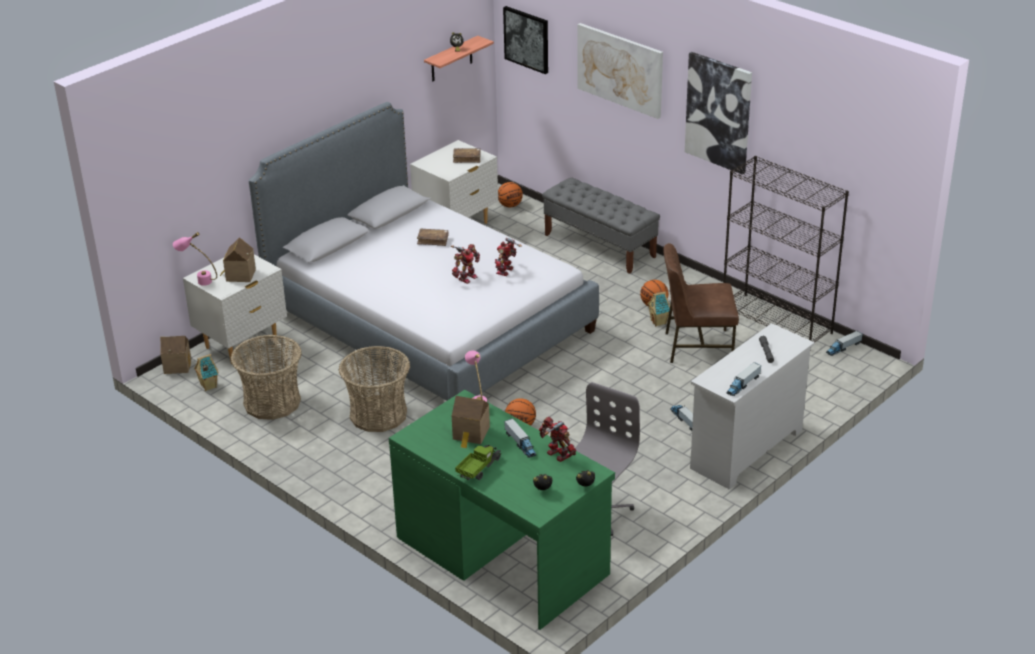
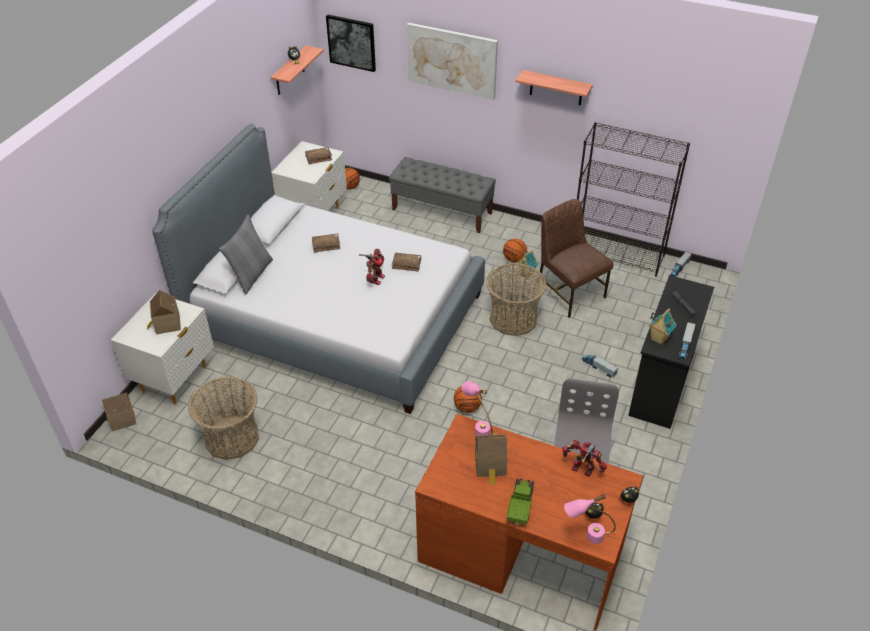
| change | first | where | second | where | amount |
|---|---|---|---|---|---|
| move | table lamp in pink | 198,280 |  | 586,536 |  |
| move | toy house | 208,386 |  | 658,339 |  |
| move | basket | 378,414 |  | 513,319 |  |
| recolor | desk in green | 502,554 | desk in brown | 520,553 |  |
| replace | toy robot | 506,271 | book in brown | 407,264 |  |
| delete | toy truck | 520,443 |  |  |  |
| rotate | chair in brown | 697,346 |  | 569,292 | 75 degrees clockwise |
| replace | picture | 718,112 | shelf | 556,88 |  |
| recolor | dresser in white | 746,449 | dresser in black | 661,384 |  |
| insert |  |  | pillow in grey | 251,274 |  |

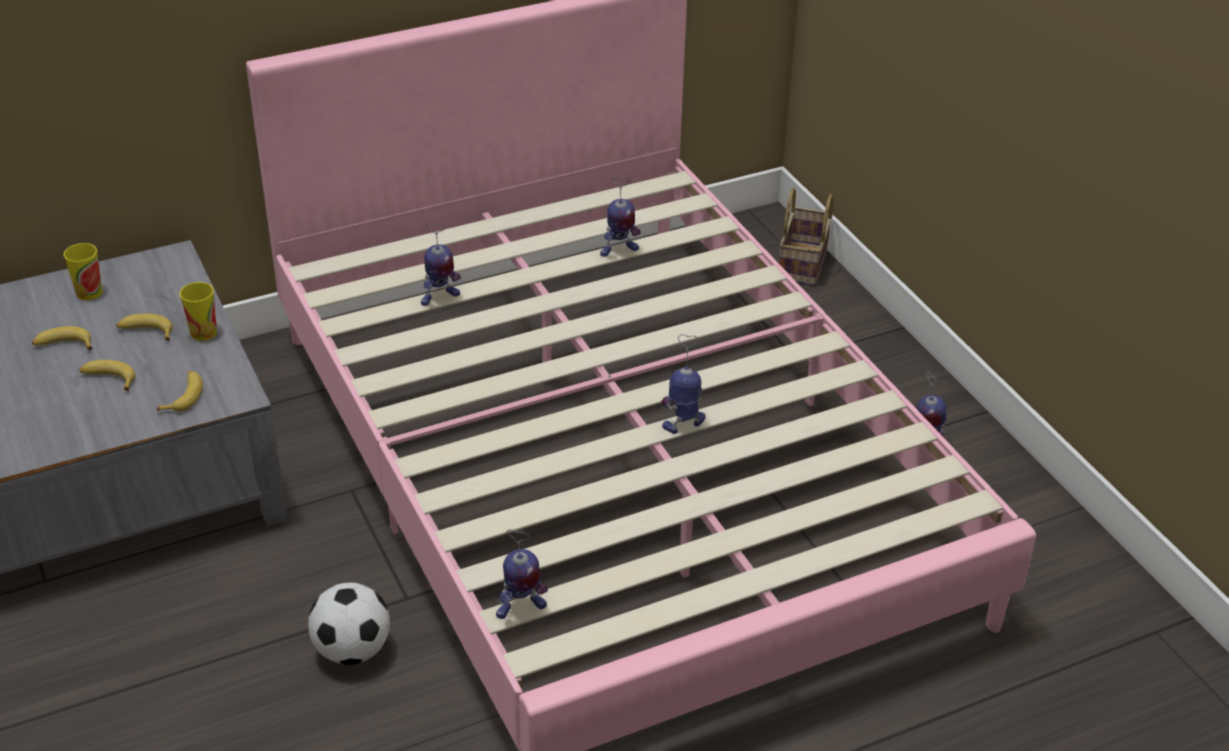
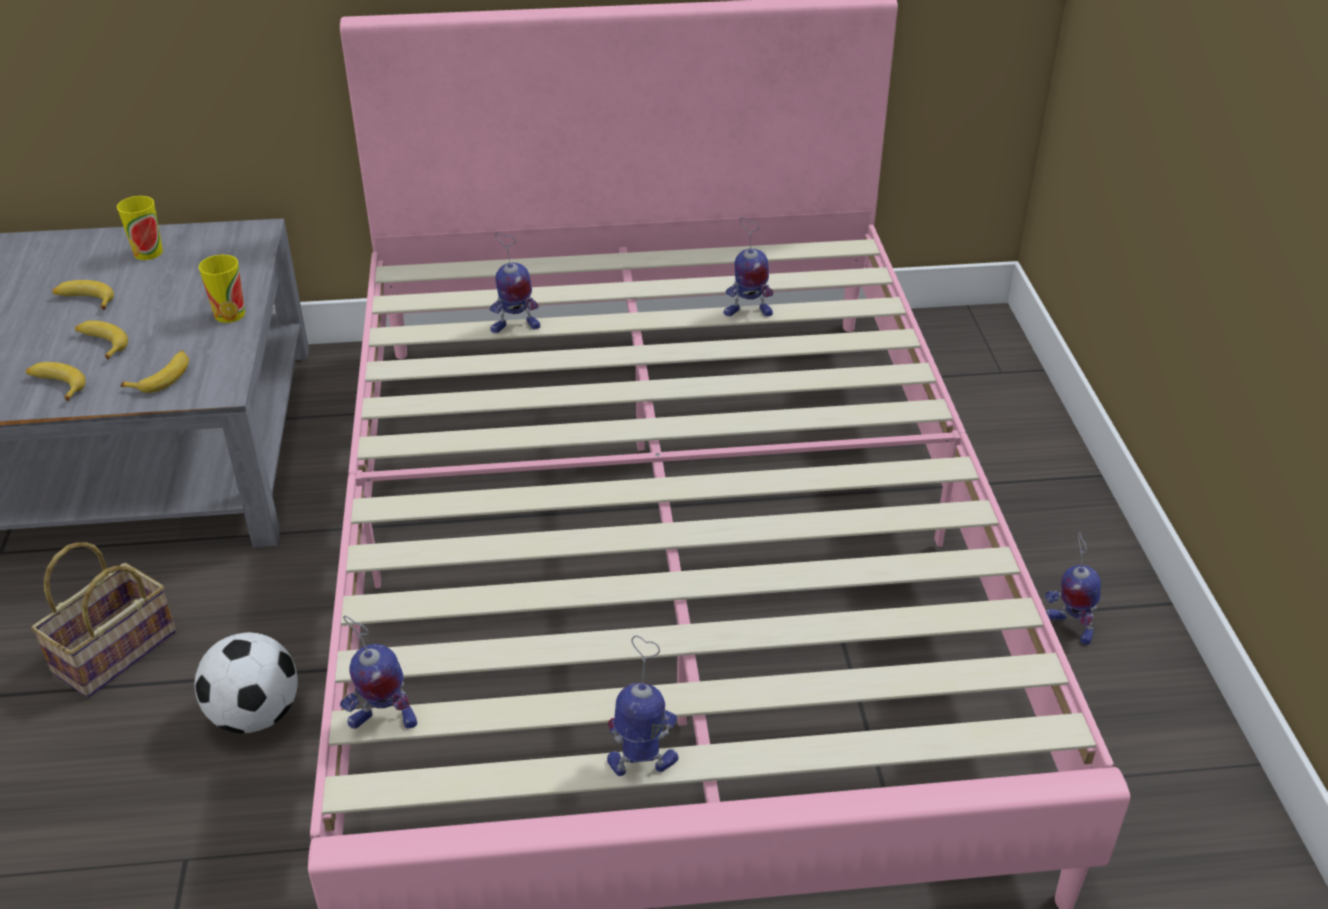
| change | first | where | second | where | amount |
|---|---|---|---|---|---|
| move | banana | 146,332 |  | 56,385 |  |
| move | toy robot | 685,424 |  | 643,762 |  |
| move | basket | 804,265 |  | 114,655 |  |

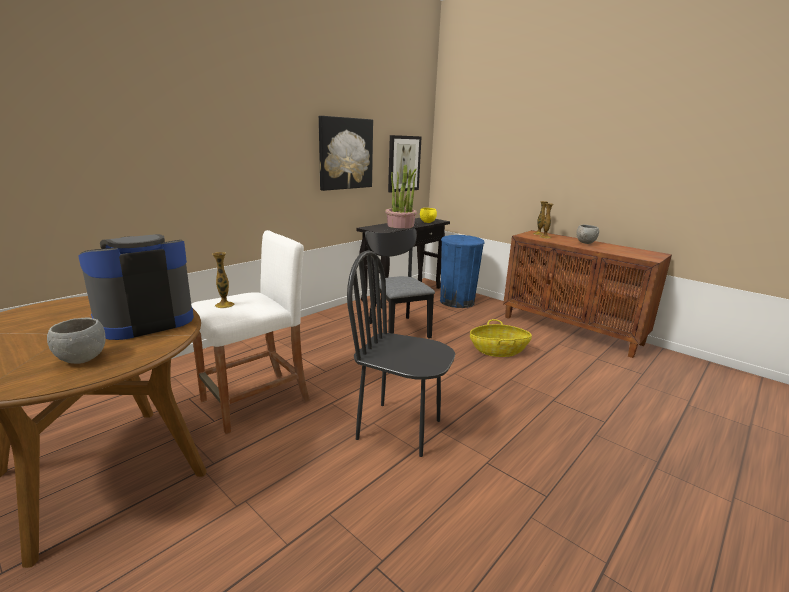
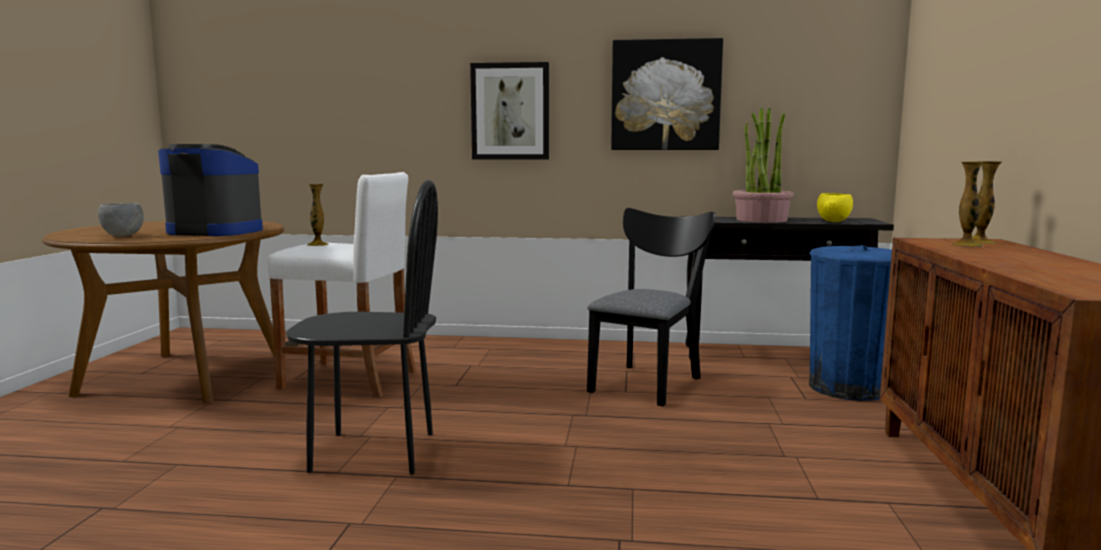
| change | first | where | second | where | amount |
|---|---|---|---|---|---|
| rotate | chair in black | 399,428 |  | 373,452 | 105 degrees clockwise |
| move | picture | 403,163 |  | 510,111 |  |
| delete | basket | 498,351 |  |  |  |
| delete | bowl in grey | 585,243 |  |  |  |

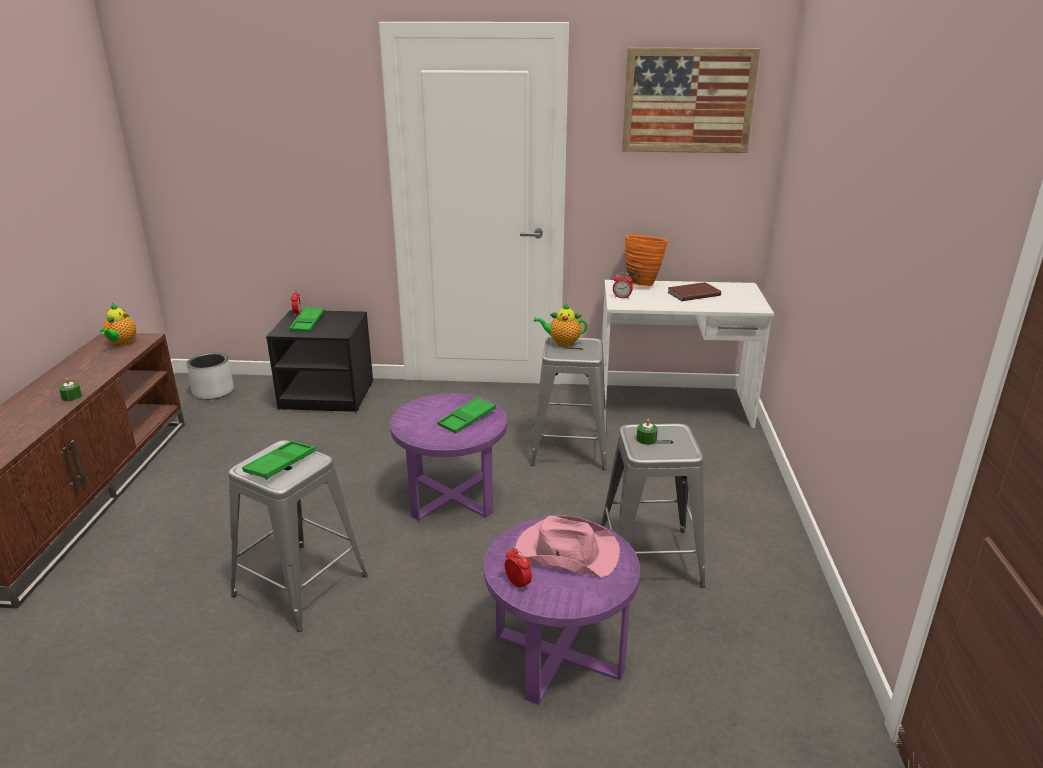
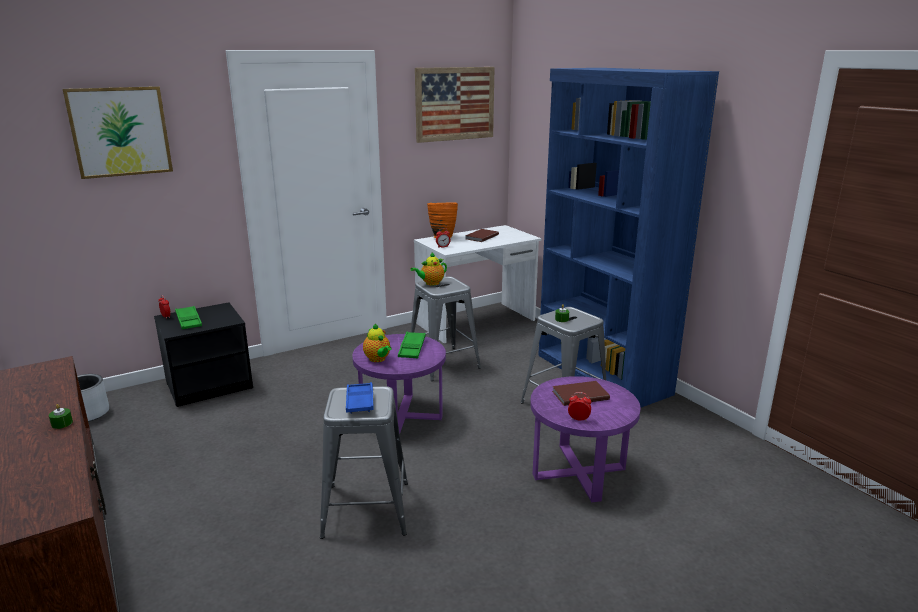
| change | first | where | second | where | amount |
|---|---|---|---|---|---|
| move | teapot | 121,343 |  | 378,359 |  |
| recolor | tray in green | 281,464 | tray in blue | 360,401 |  |
| replace | hat in pink | 566,551 | book in brown | 579,395 |  |
| insert |  |  | picture | 120,131 |  |
| insert |  |  | bookcase in blue | 601,374 |  |

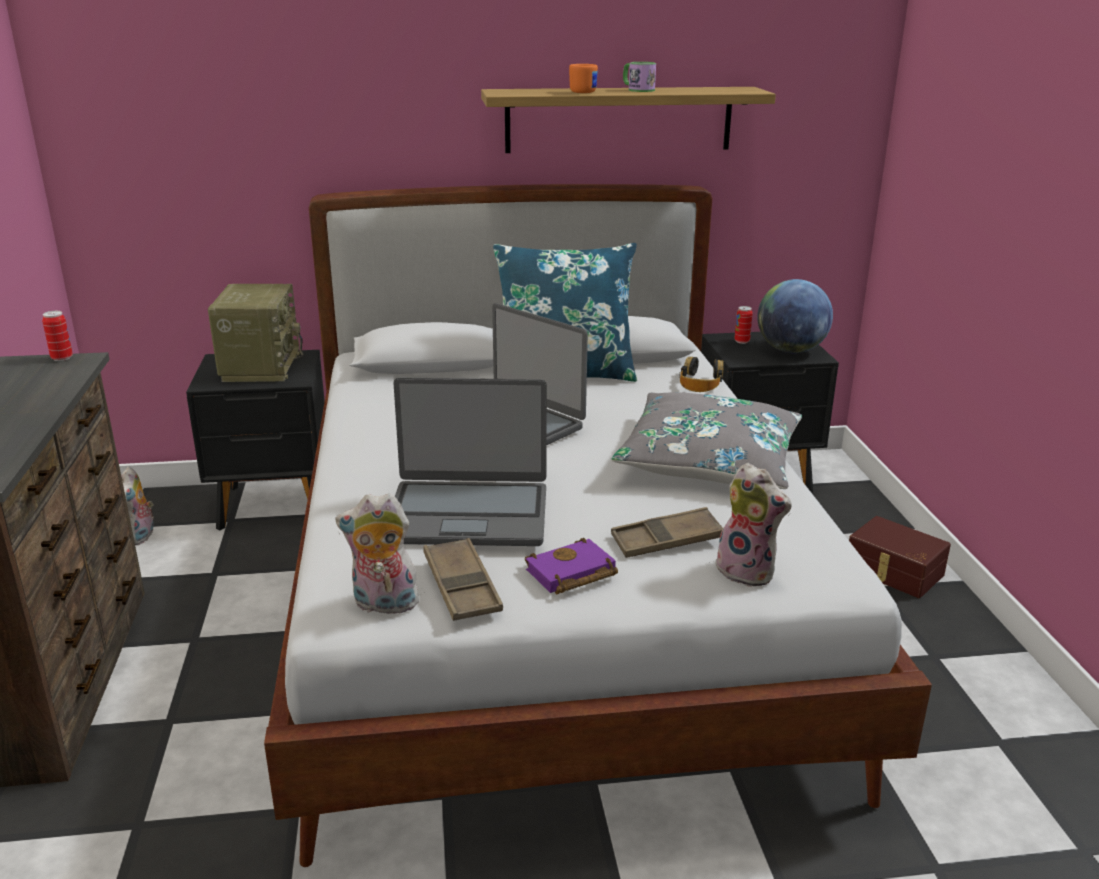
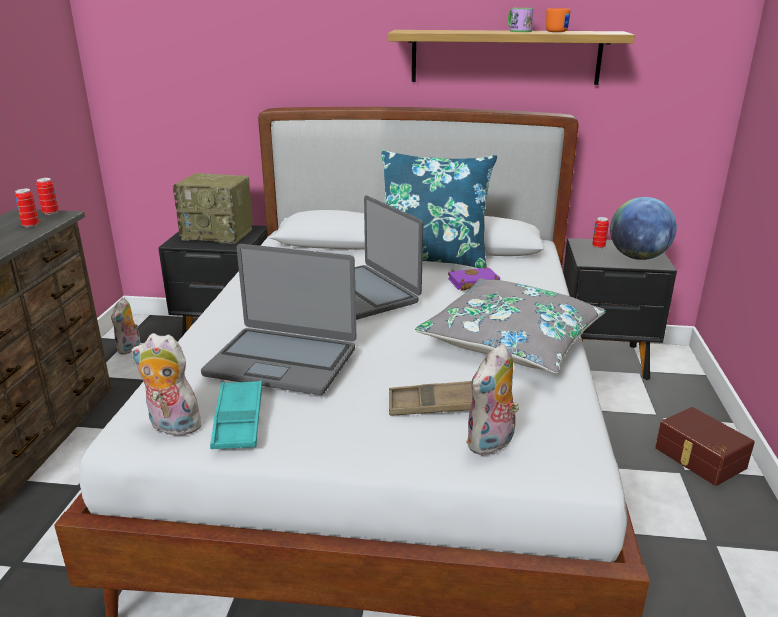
| change | first | where | second | where | amount |
|---|---|---|---|---|---|
| rotate | radio | 260,366 |  | 219,234 | 90 degrees clockwise |
| recolor | tray in brown | 462,586 | tray in turquoise | 238,420 |  |
| move | book in purple | 570,574 |  | 473,283 |  |
| move | mug in orange | 584,92 |  | 557,32 |  |
| delete | headphones | 700,382 |  |  |  |
| rotate | plush toy | 748,571 |  | 491,444 | 75 degrees clockwise |
| insert |  |  | can | 30,225 |  |

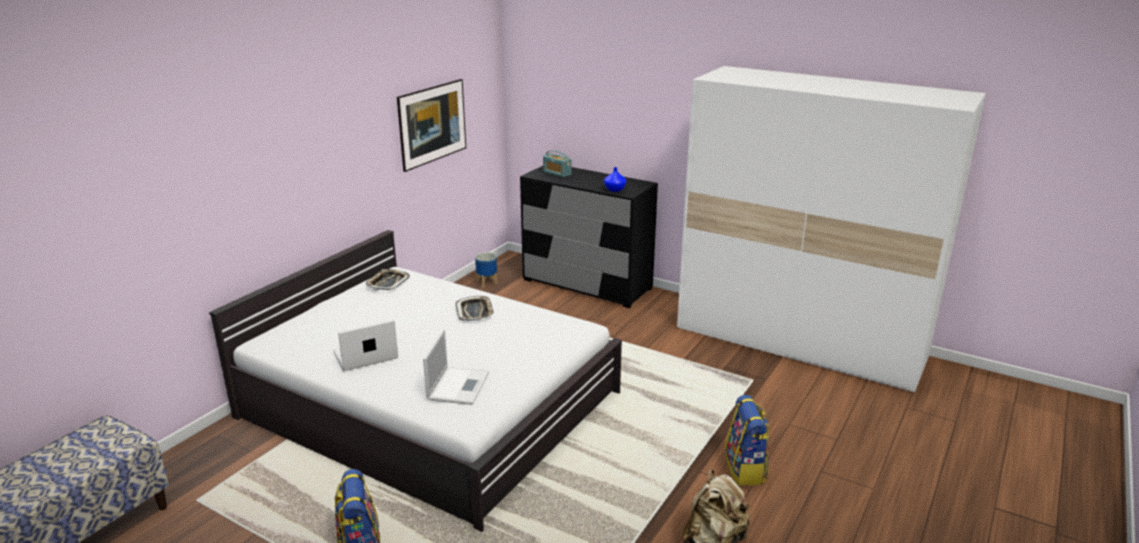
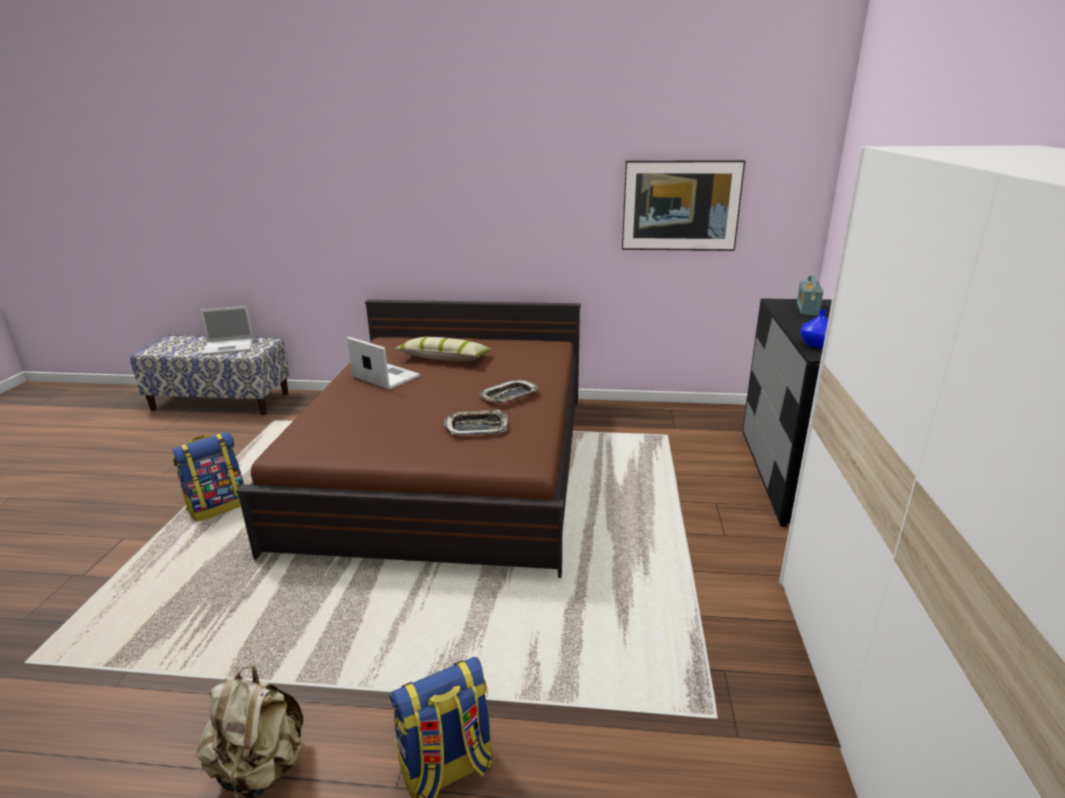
| change | first | where | second | where | amount |
|---|---|---|---|---|---|
| recolor | bed in white | 430,404 | bed in brown | 449,464 |  |
| move | tray | 388,283 |  | 477,427 |  |
| move | laptop | 458,385 |  | 230,347 |  |
| delete | planter | 487,282 |  |  |  |
| insert |  |  | pillow | 444,358 |  |

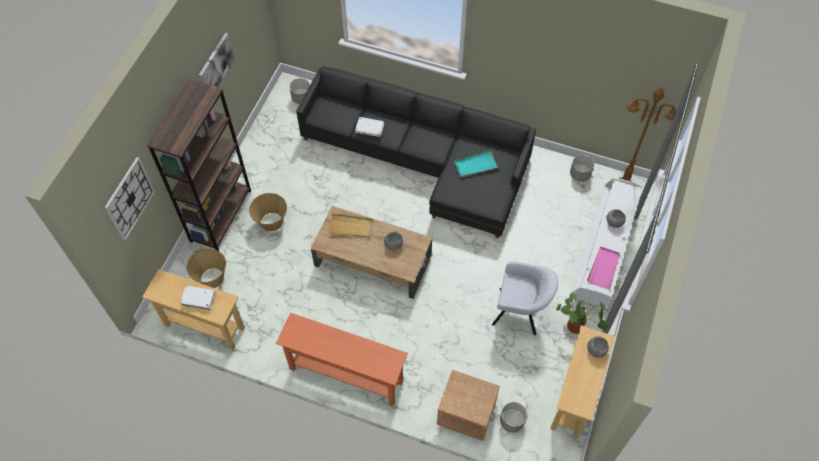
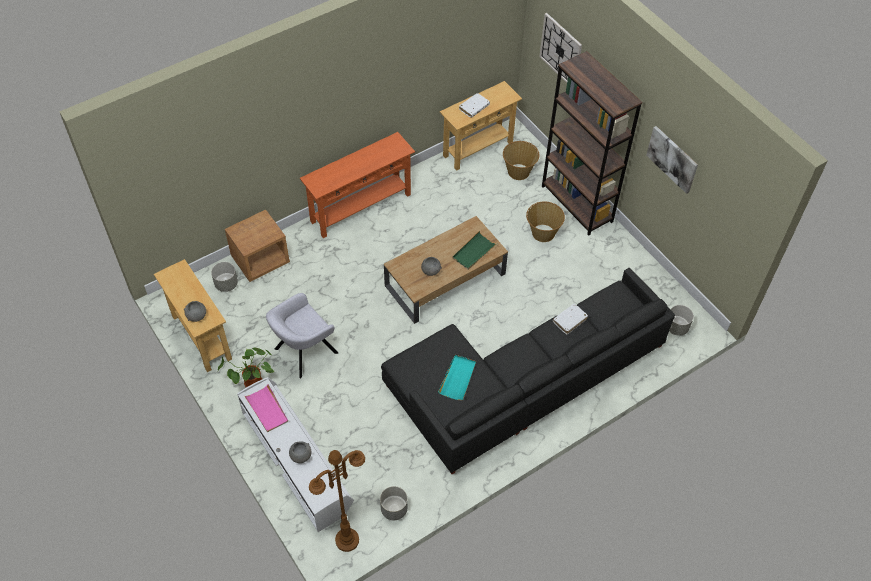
| change | first | where | second | where | amount |
|---|---|---|---|---|---|
| recolor | tray in beige | 351,227 | tray in green | 474,252 |  |

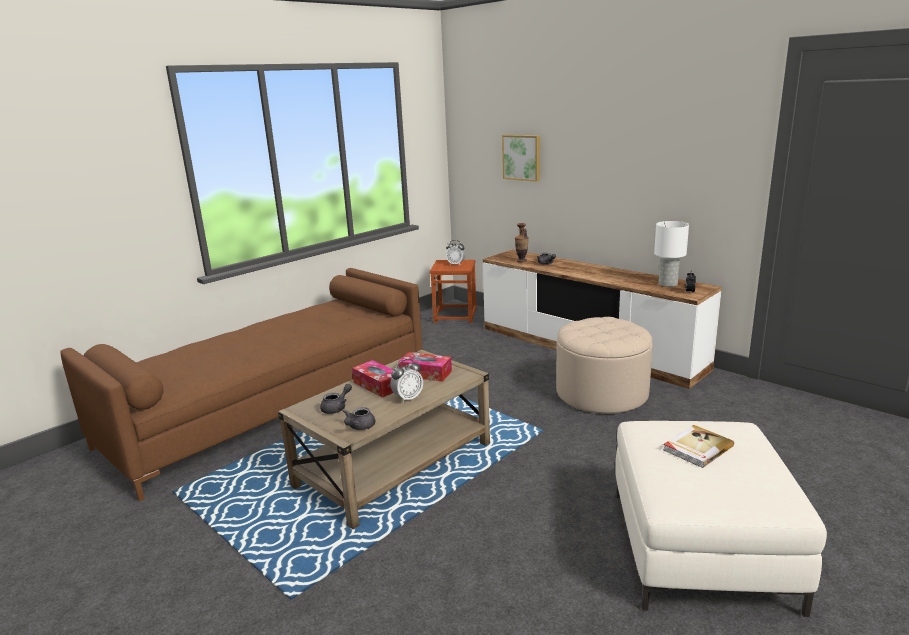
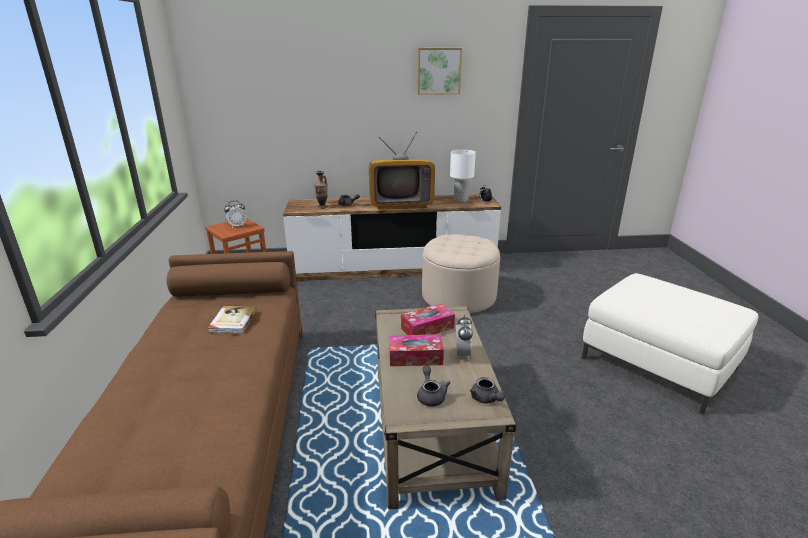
| change | first | where | second | where | amount |
|---|---|---|---|---|---|
| move | picture | 522,157 |  | 438,71 |  |
| move | book | 696,448 |  | 232,321 |  |
| insert |  |  | television | 400,203 |  |

